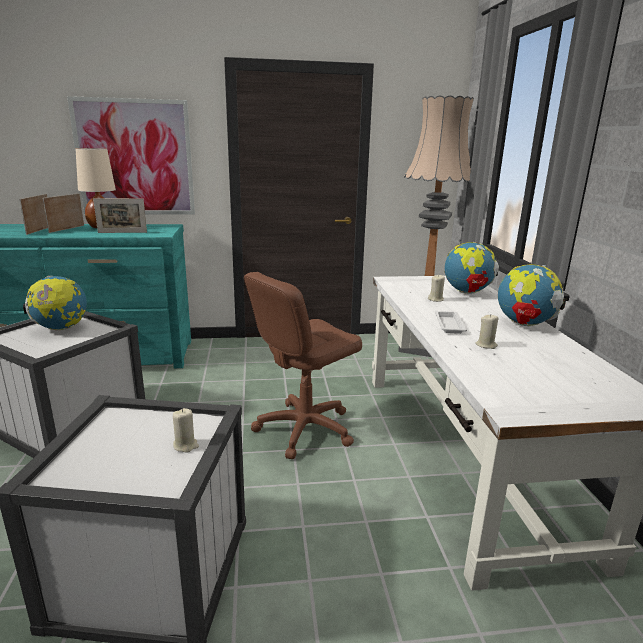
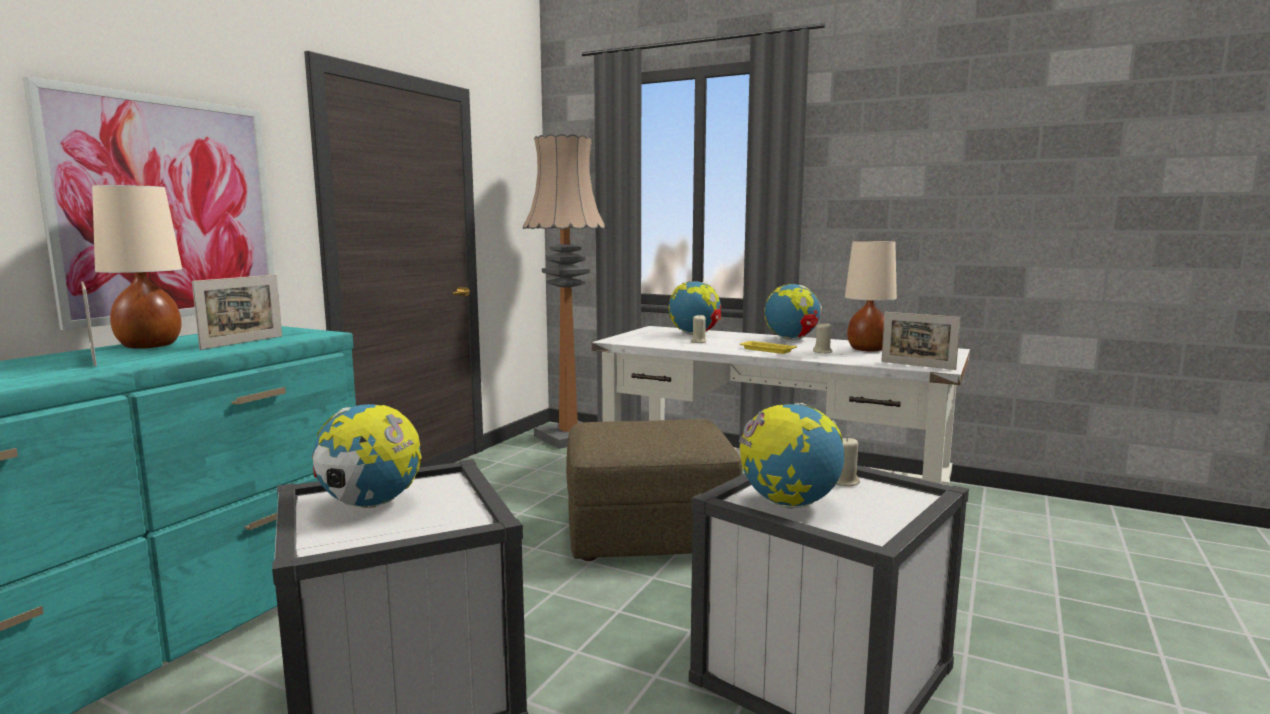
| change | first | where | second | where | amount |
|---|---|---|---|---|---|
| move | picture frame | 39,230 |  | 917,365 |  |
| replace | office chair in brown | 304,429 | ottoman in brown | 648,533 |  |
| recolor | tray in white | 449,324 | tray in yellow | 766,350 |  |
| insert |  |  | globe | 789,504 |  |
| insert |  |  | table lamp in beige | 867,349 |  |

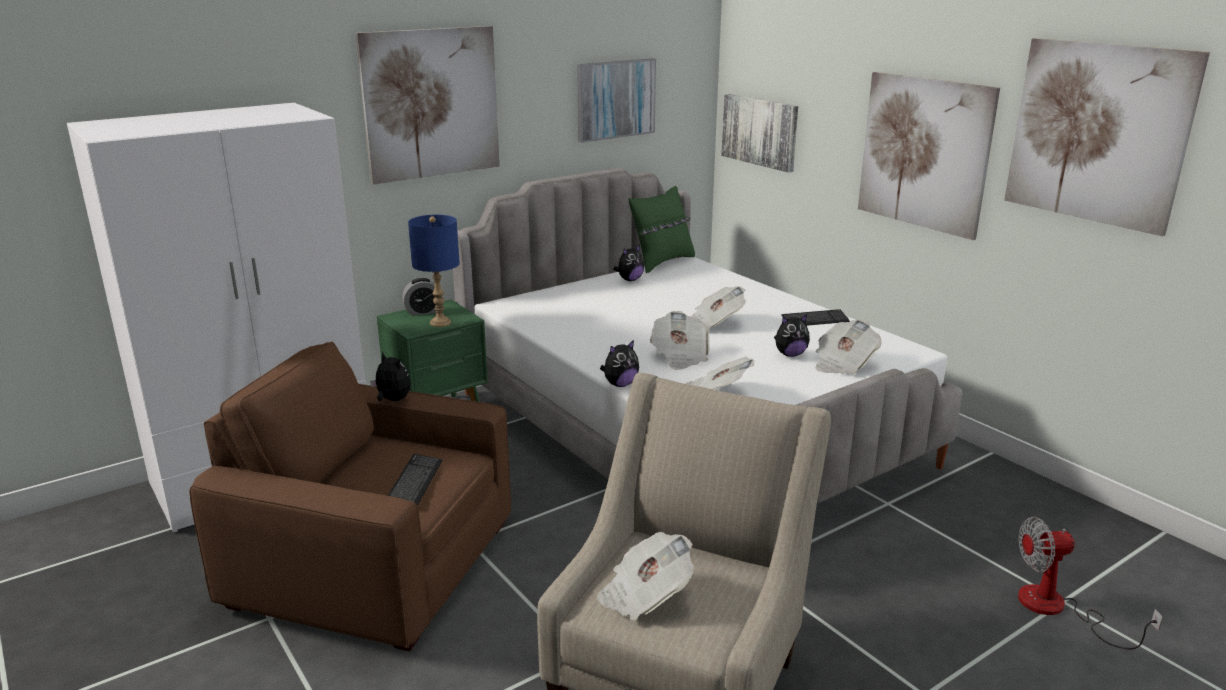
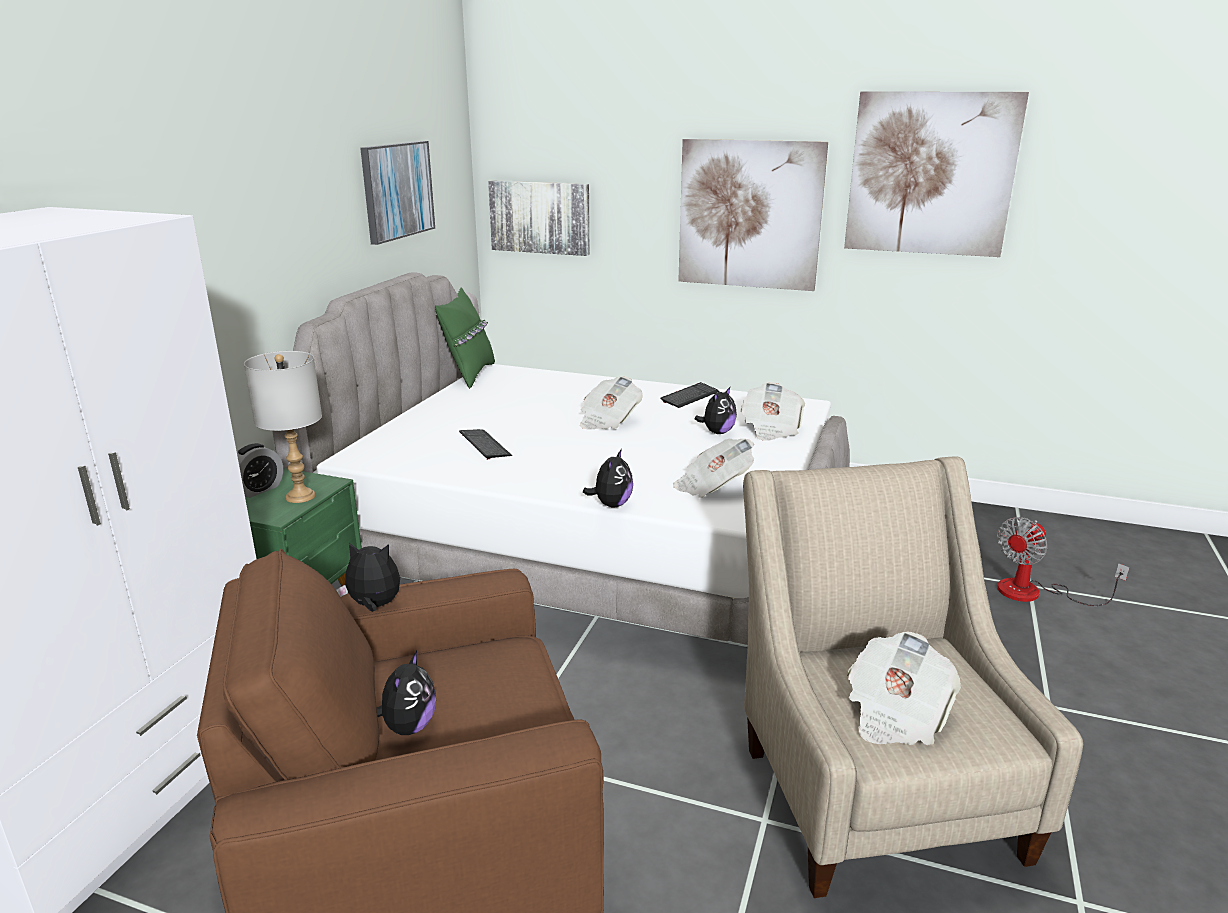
| change | first | where | second | where | amount |
|---|---|---|---|---|---|
| delete | picture | 431,103 |  |  |  |
| move | keyboard | 415,481 |  | 484,445 |  |
| recolor | table lamp in blue | 440,323 | table lamp in grey | 301,496 |  |
| move | plush toy | 629,280 |  | 408,726 |  |
| delete | newspaper | 680,356 |  |  |  |

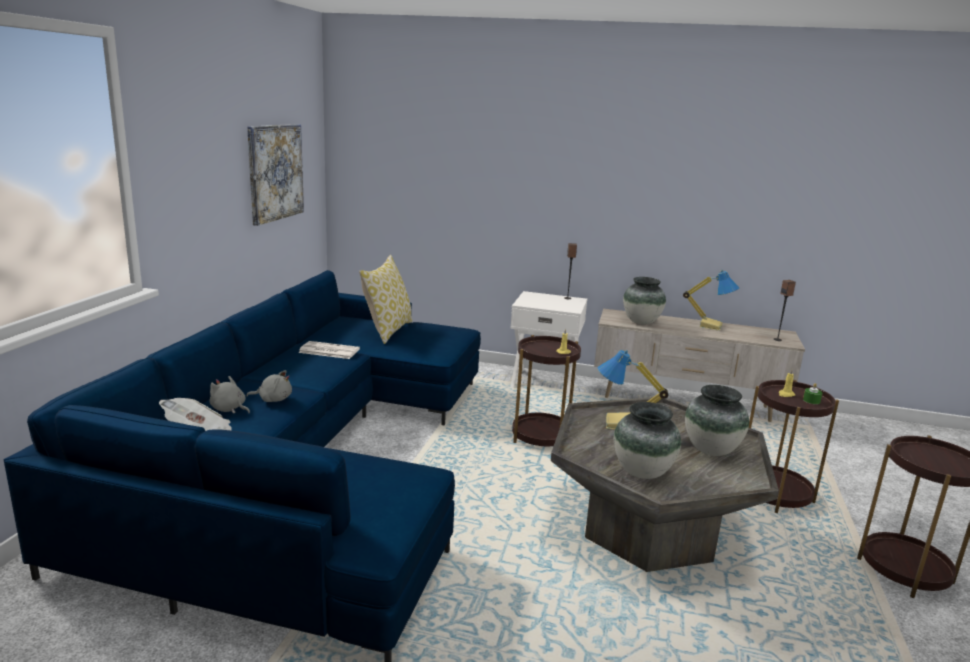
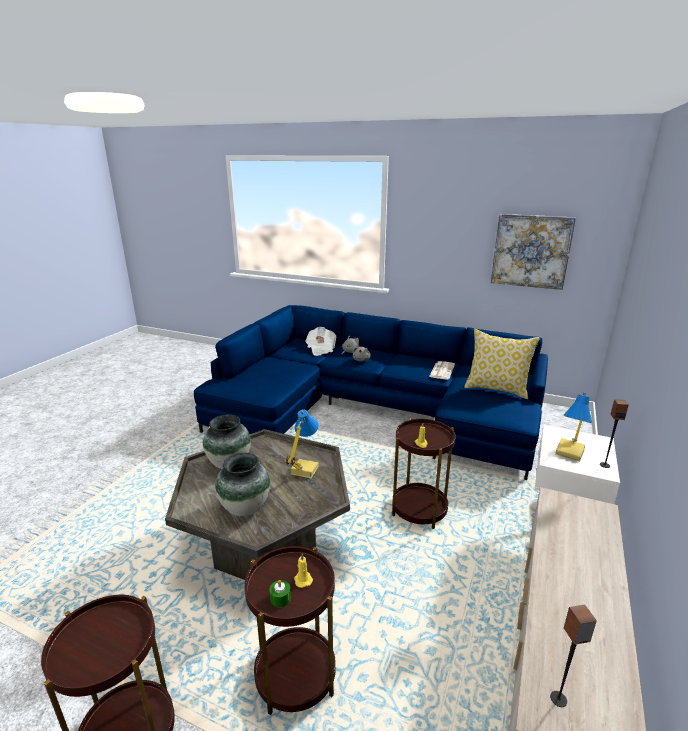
| change | first | where | second | where | amount |
|---|---|---|---|---|---|
| delete | vase | 641,322 |  |  |  |
| move | table lamp | 710,326 |  | 571,452 |  |

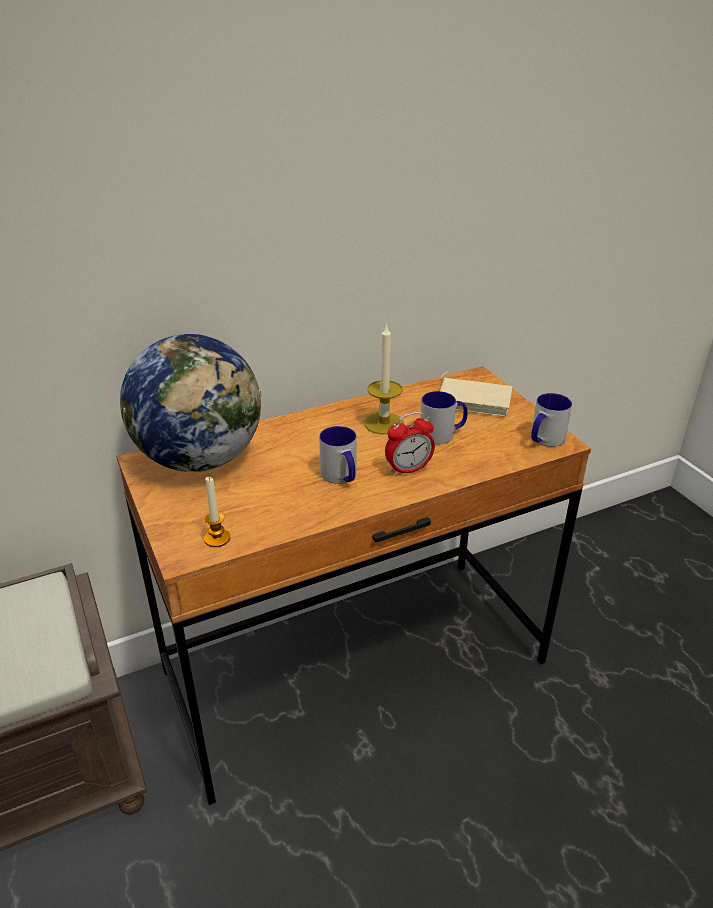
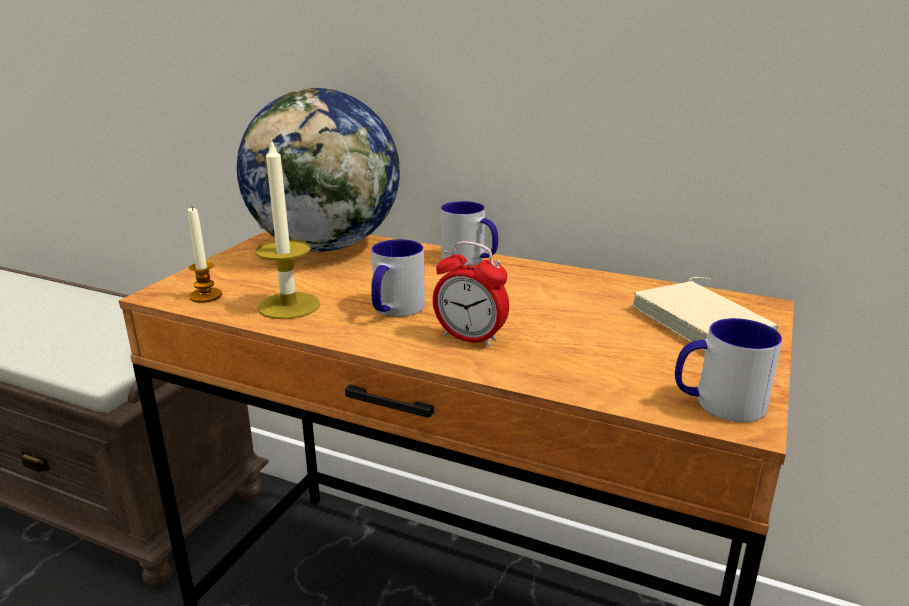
| change | first | where | second | where | amount |
|---|---|---|---|---|---|
| move | candle | 384,423 |  | 289,305 |  |
| move | mug | 442,434 |  | 470,260 |  |

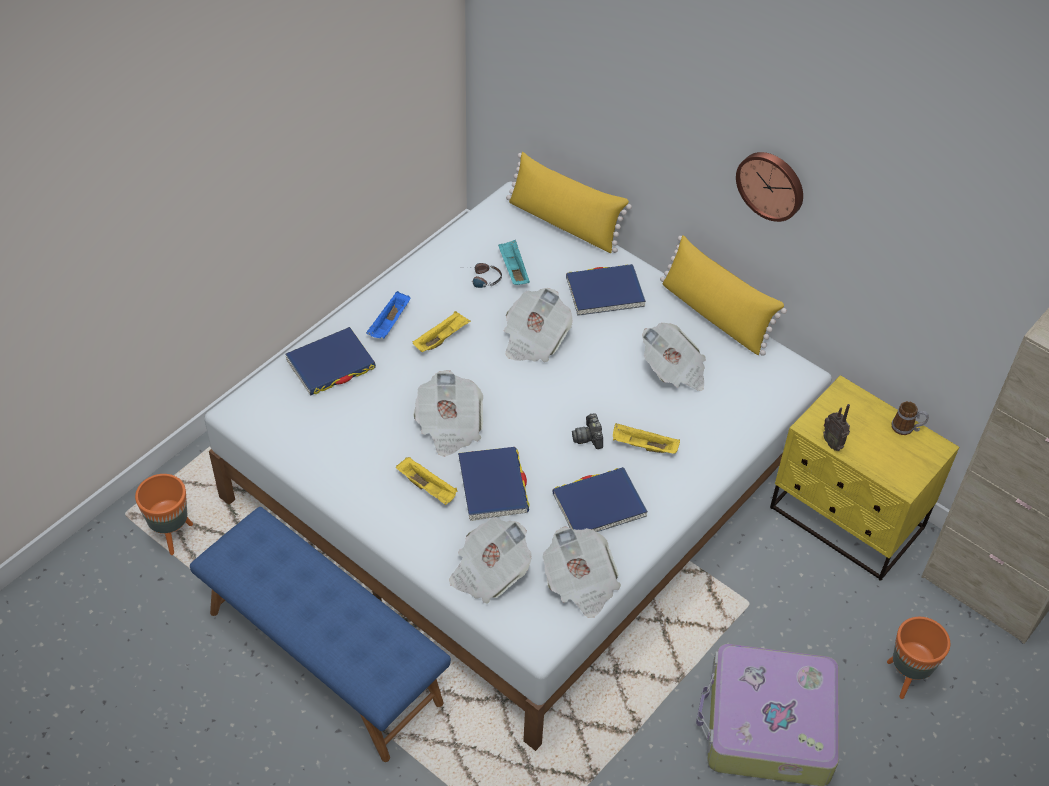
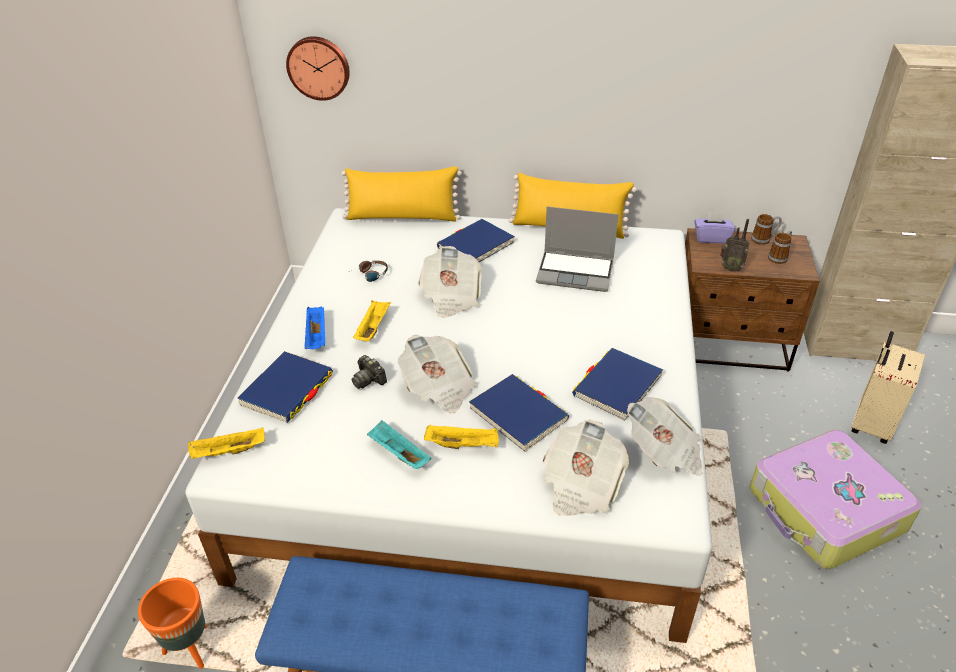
| change | first | where | second | where | amount |
|---|---|---|---|---|---|
| move | tray in turquoise | 513,270 |  | 398,454 |  |
| move | photo camera | 589,437 |  | 369,379 |  |
| move | tray in yellow | 643,446 |  | 228,452 |  |
| replace | newspaper | 673,370 | laptop | 576,272 |  |
| move | wall clock | 771,184 |  | 319,67 |  |
| recolor | nightstand in yellow | 846,519 | nightstand in brown | 729,344 |  |
| replace | planter in orange | 906,677 | suitcase in beige | 870,424 |  |
| insert |  |  | tissue box in purple | 711,238 |  |
| insert |  |  | mug | 779,257 |  |

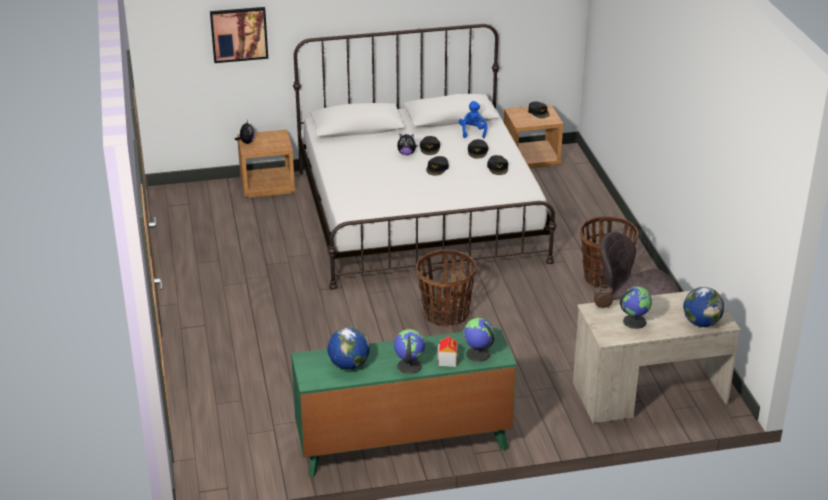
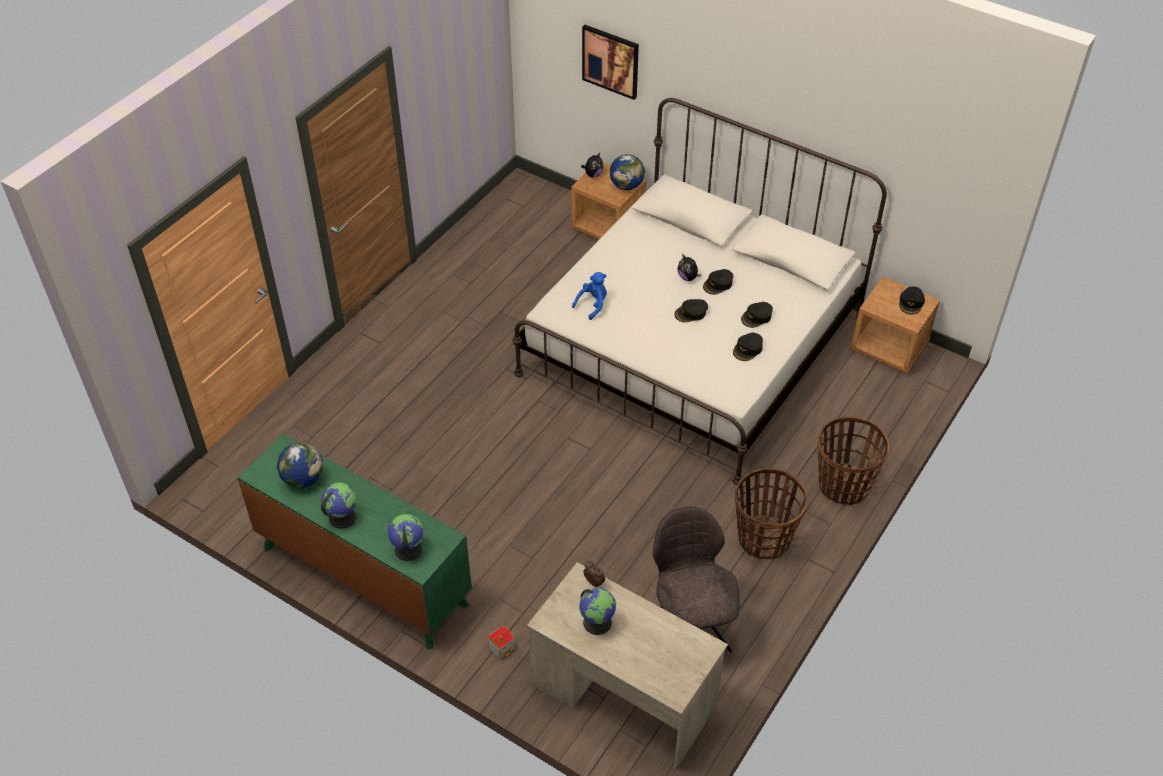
| change | first | where | second | where | amount |
|---|---|---|---|---|---|
| move | basket | 445,314 |  | 843,485 |  |
| move | toy house | 447,360 |  | 502,647 |  |
| move | plush toy in blue | 472,132 |  | 592,305 |  |
| move | globe | 701,323 |  | 626,186 |  |

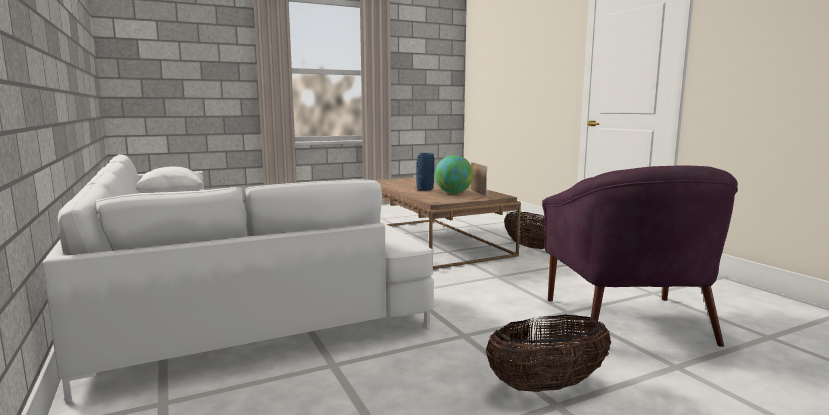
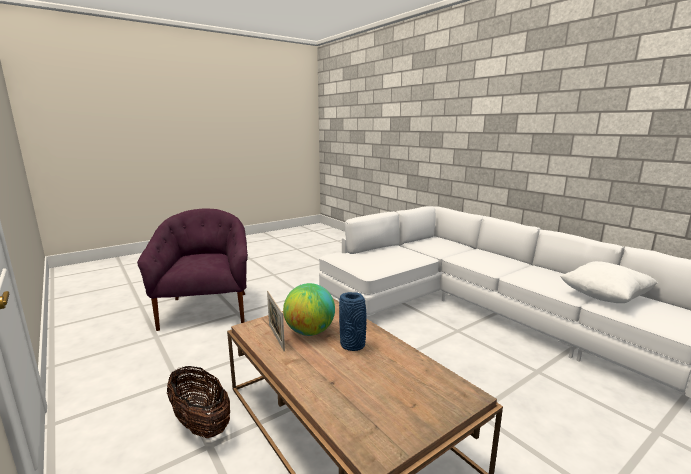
| change | first | where | second | where | amount |
|---|---|---|---|---|---|
| delete | basket | 547,386 |  |  |  |

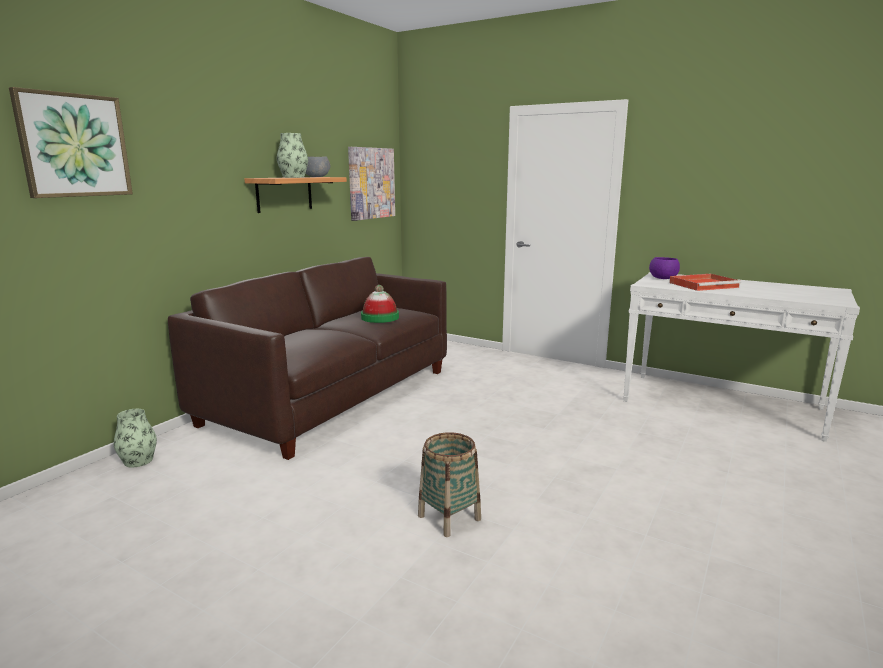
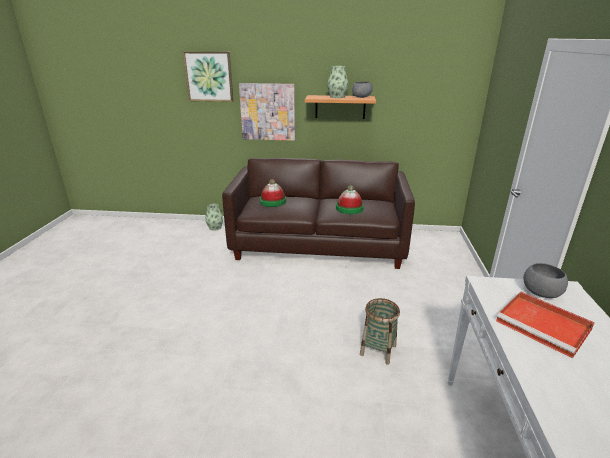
| change | first | where | second | where | amount |
|---|---|---|---|---|---|
| move | picture | 371,183 |  | 268,112 |  |
| move | basket | 449,517 |  | 378,350 |  |
| recolor | bowl in purple | 663,278 | bowl in grey | 542,293 |  |
| insert |  |  | hat | 273,201 |  |

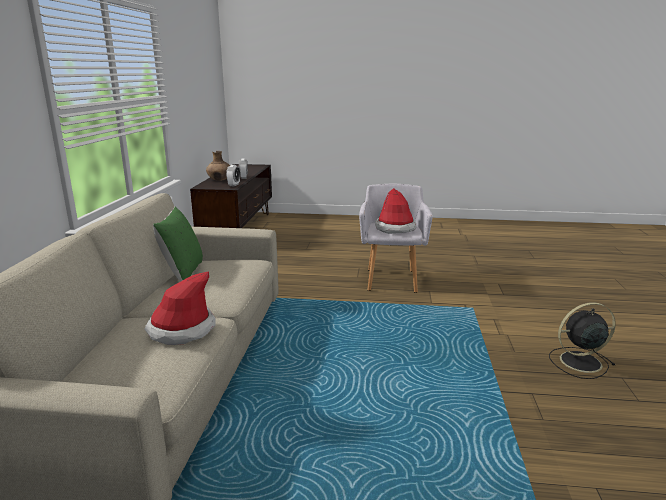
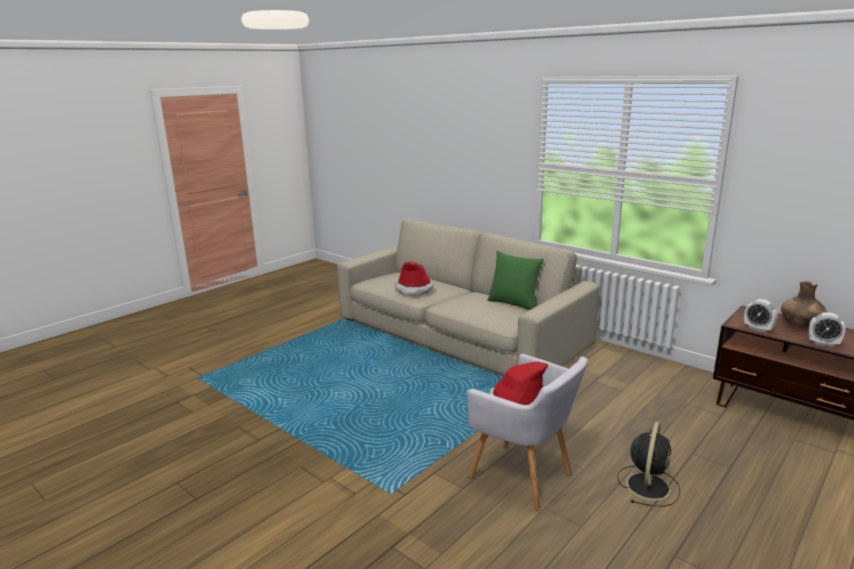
| change | first | where | second | where | amount |
|---|---|---|---|---|---|
| move | fan in black | 578,362 |  | 648,485 |  |

